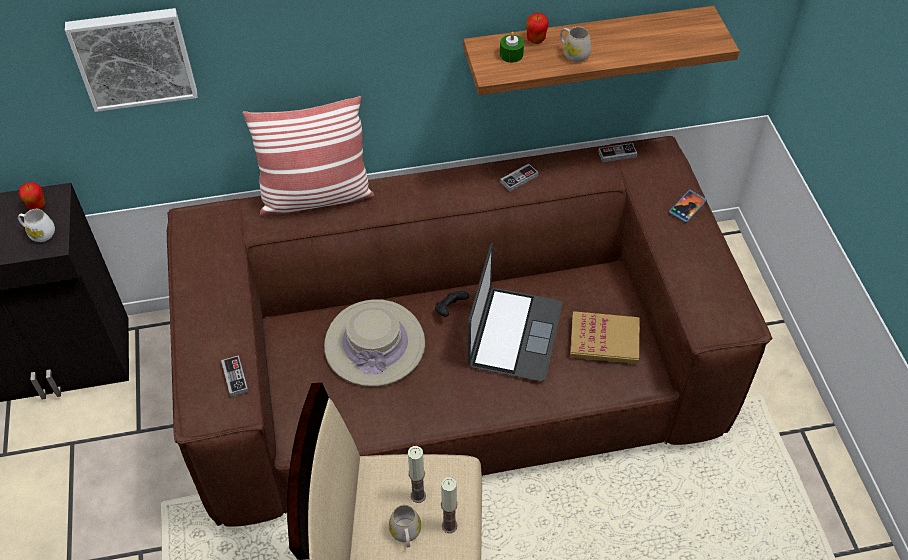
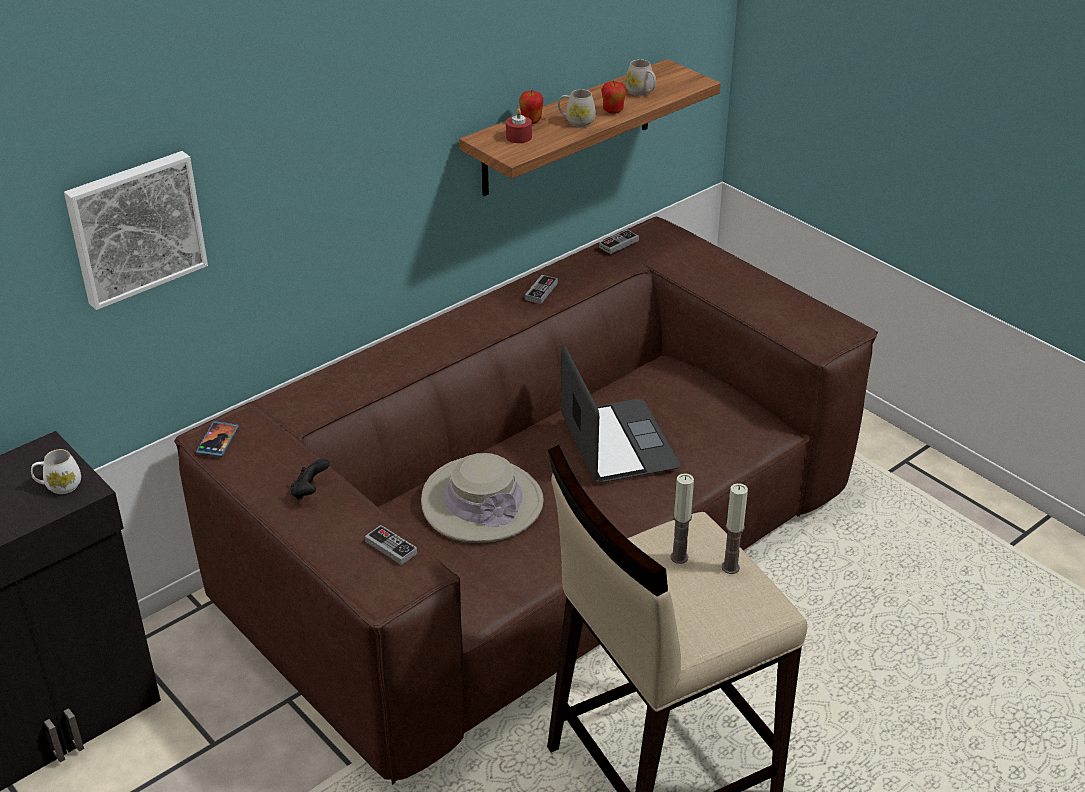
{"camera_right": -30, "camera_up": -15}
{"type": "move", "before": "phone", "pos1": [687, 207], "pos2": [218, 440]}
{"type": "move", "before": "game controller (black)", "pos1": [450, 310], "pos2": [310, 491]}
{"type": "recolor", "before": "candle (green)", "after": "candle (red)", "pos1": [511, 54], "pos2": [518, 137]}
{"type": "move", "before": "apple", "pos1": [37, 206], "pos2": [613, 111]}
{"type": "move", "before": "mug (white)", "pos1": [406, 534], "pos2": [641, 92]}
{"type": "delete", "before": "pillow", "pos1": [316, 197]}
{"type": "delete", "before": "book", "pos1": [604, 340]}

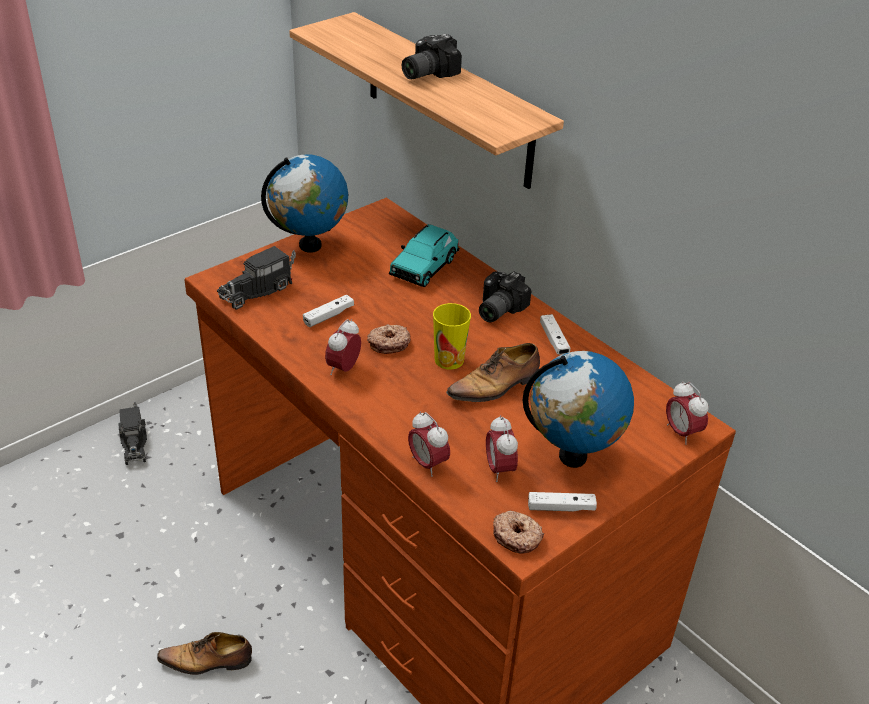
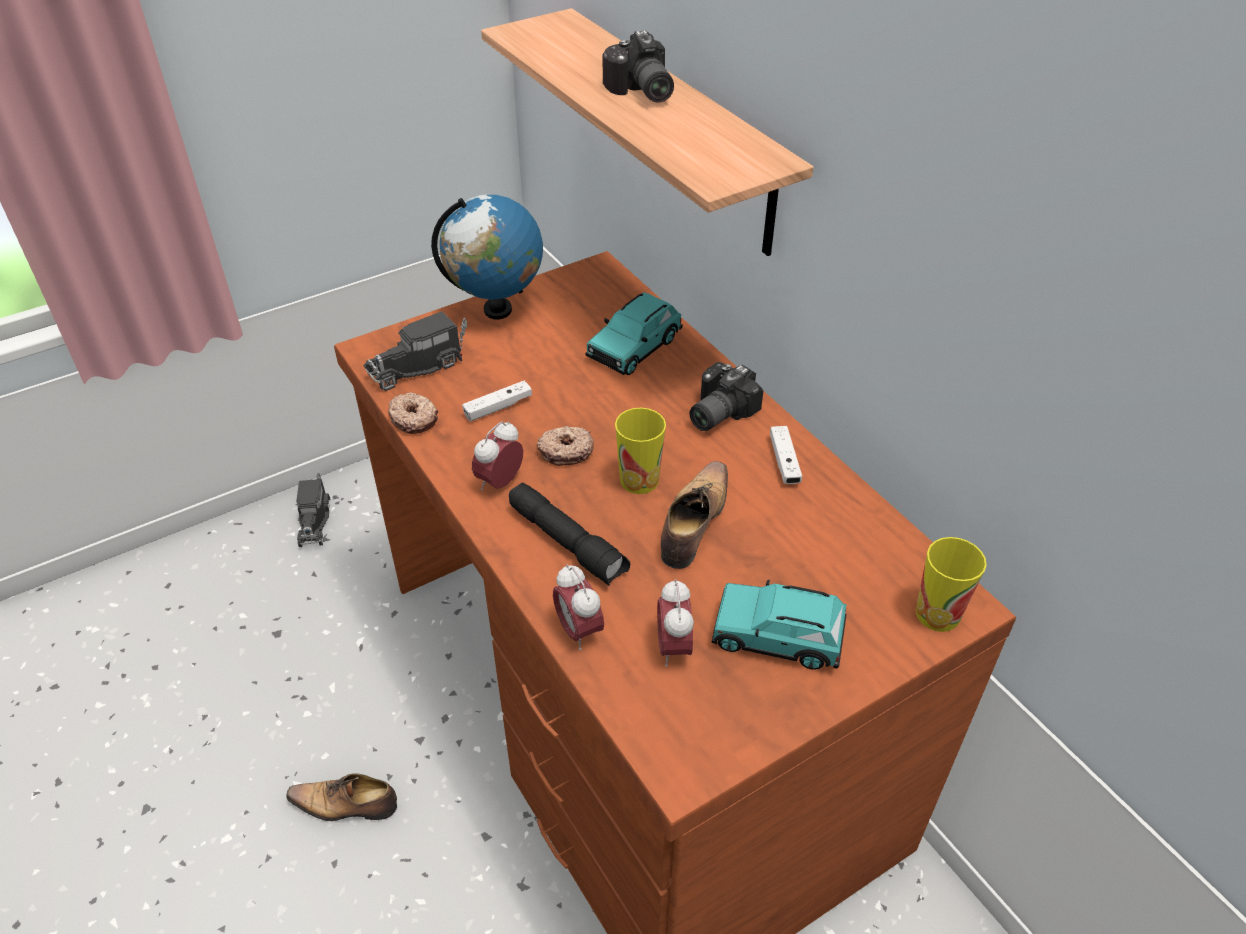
{"camera_right": 10, "camera_up": 5}
{"type": "move", "before": "donut", "pos1": [516, 536], "pos2": [414, 419]}
{"type": "insert", "after": "flashlight (black)", "pos2": [568, 542]}
{"type": "rotate", "before": "photo camera", "pos1": [425, 73], "pos2": [640, 92], "turn": -75}
{"type": "rotate", "before": "shoe", "pos1": [496, 386], "pos2": [693, 523], "turn": 135}
{"type": "replace", "before": "globe", "after": "toy car (turquoise)", "pos1": [572, 456], "pos2": [778, 636]}
{"type": "replace", "before": "alarm clock", "after": "cup", "pos1": [681, 432], "pos2": [937, 614]}
{"type": "delete", "before": "game controller (white)", "pos1": [561, 507]}

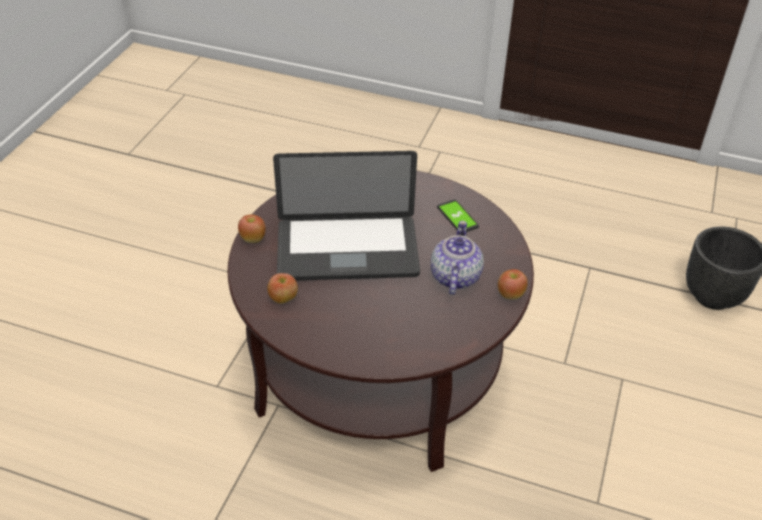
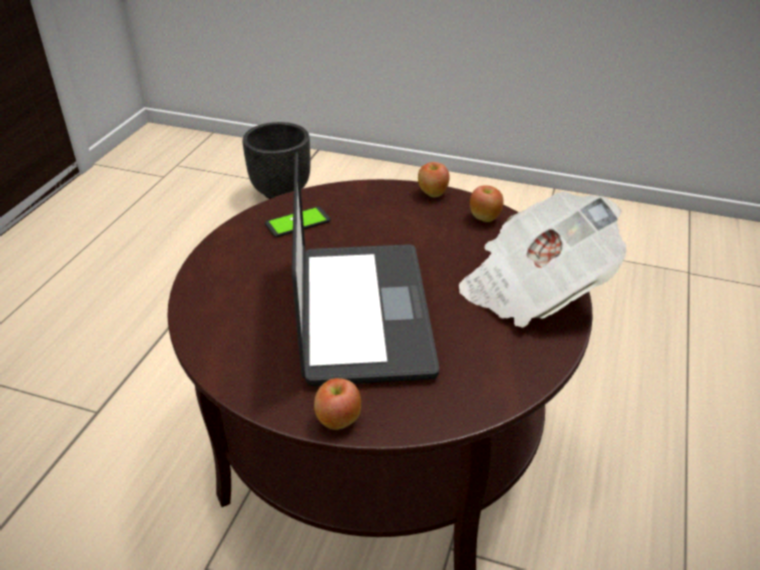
{"camera_right": -90, "camera_up": -5}
{"type": "insert", "after": "newspaper", "pos2": [534, 289]}
{"type": "move", "before": "apple", "pos1": [283, 299], "pos2": [485, 217]}
{"type": "delete", "before": "teapot", "pos1": [454, 277]}

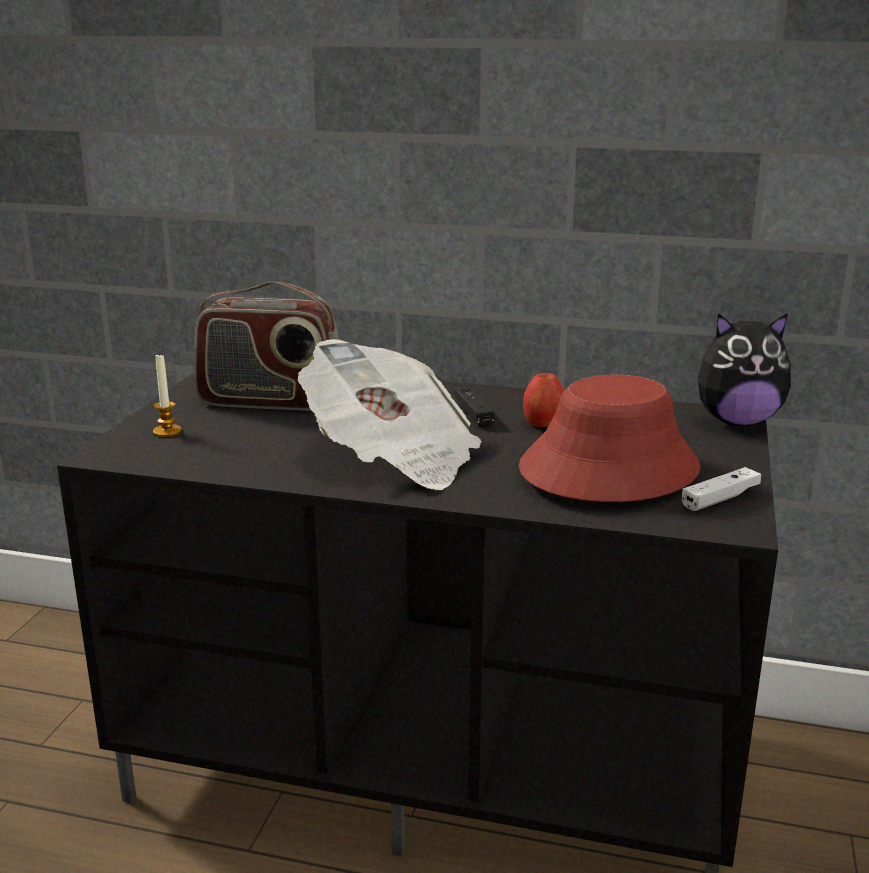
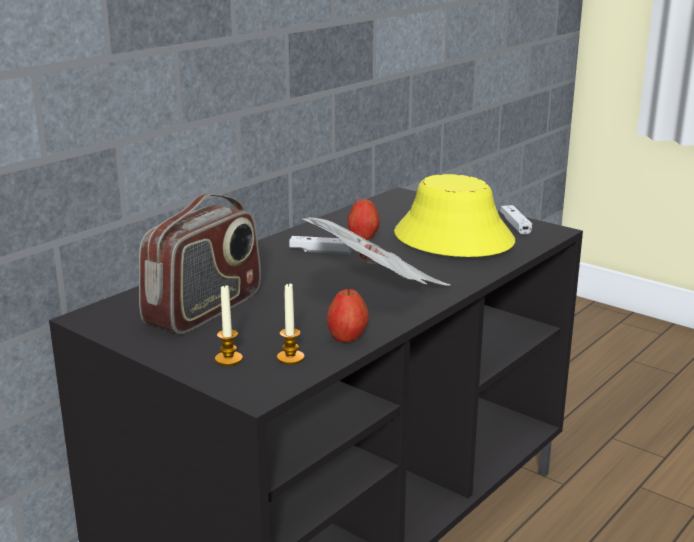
{"camera_right": -65, "camera_up": 0}
{"type": "insert", "after": "candle", "pos2": [290, 358]}
{"type": "recolor", "before": "game controller (black)", "after": "game controller (white)", "pos1": [473, 414], "pos2": [320, 251]}
{"type": "insert", "after": "apple", "pos2": [347, 338]}
{"type": "recolor", "before": "hat (red)", "after": "hat (yellow)", "pos1": [608, 468], "pos2": [452, 238]}
{"type": "delete", "before": "plush toy", "pos1": [737, 421]}

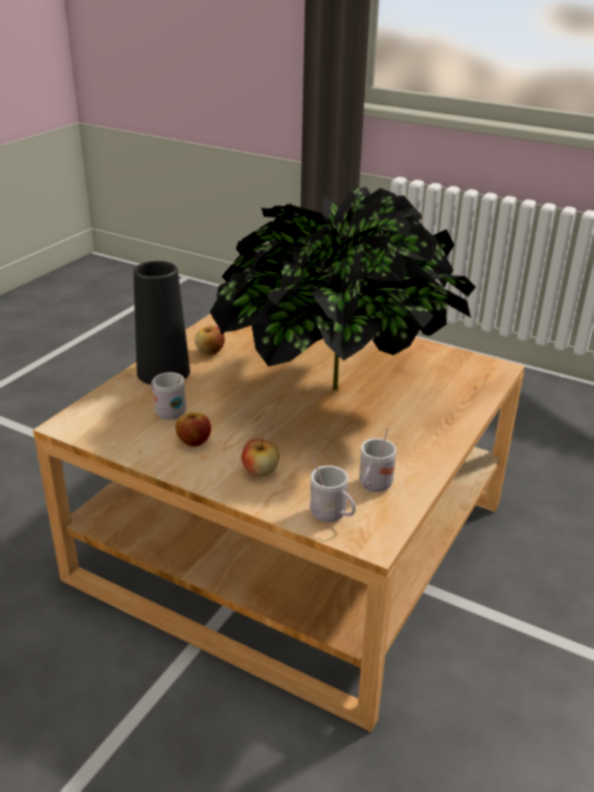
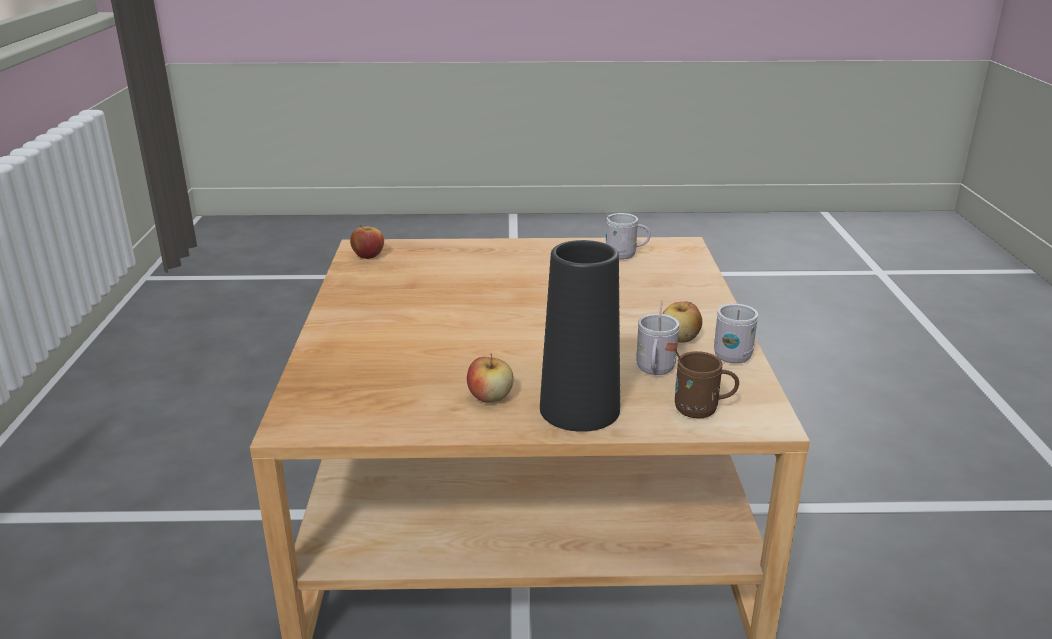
{"camera_right": -120, "camera_up": -5}
{"type": "move", "before": "apple", "pos1": [260, 471], "pos2": [368, 256]}
{"type": "insert", "after": "mug (brown)", "pos2": [702, 410]}
{"type": "move", "before": "mug (white)", "pos1": [332, 516], "pos2": [732, 354]}
{"type": "delete", "before": "potted plant", "pos1": [335, 392]}

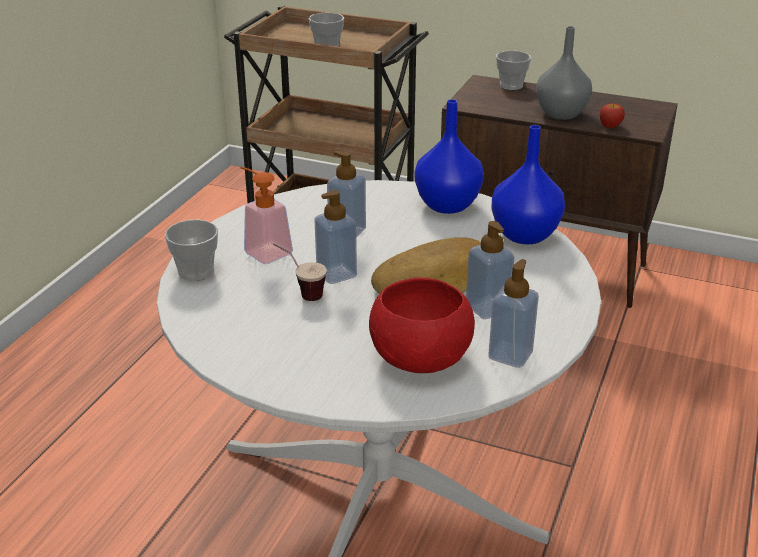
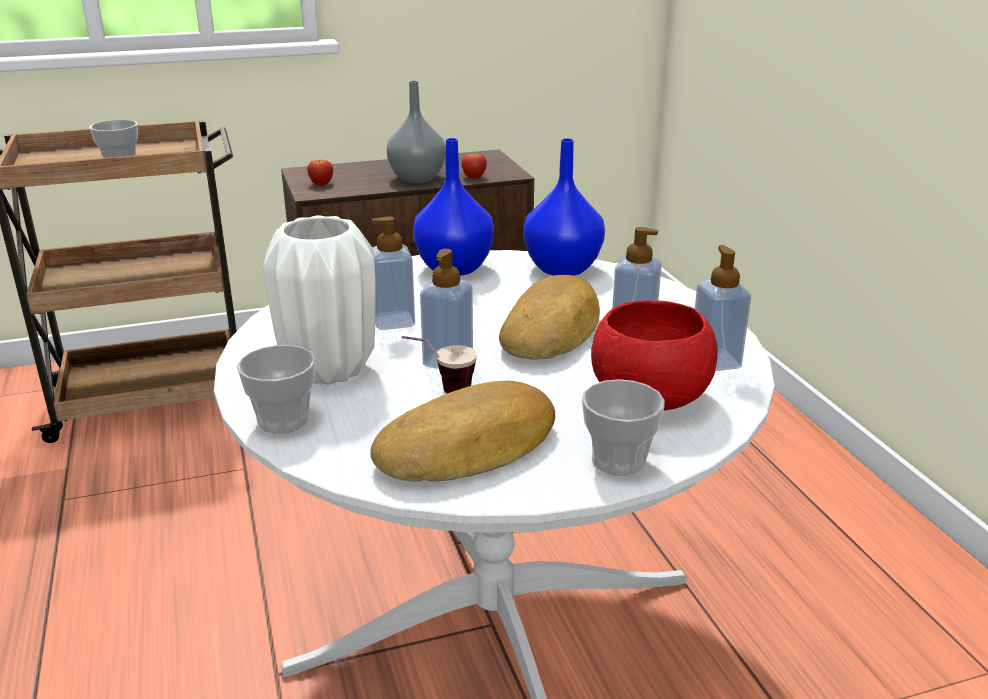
{"camera_right": -40, "camera_up": -5}
{"type": "replace", "before": "soap dispenser", "after": "vase (white)", "pos1": [263, 250], "pos2": [330, 370]}
{"type": "insert", "after": "apple", "pos2": [321, 184]}
{"type": "insert", "after": "bread", "pos2": [470, 447]}
{"type": "move", "before": "cup", "pos1": [511, 85], "pos2": [618, 460]}

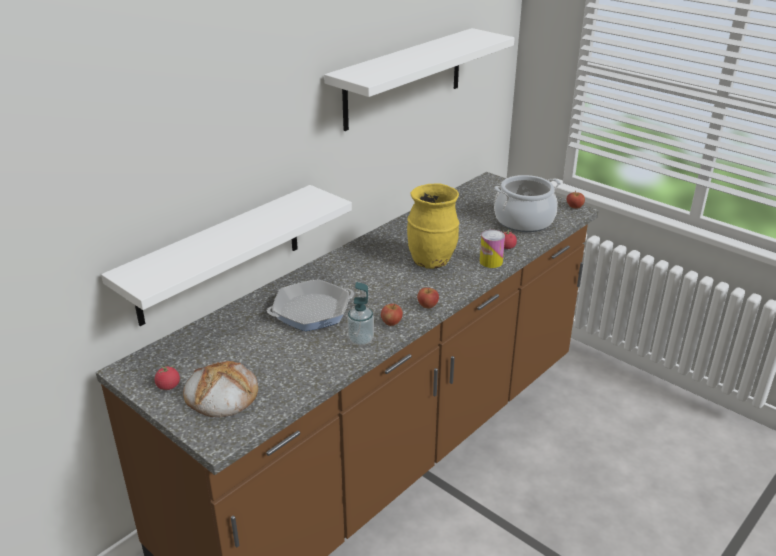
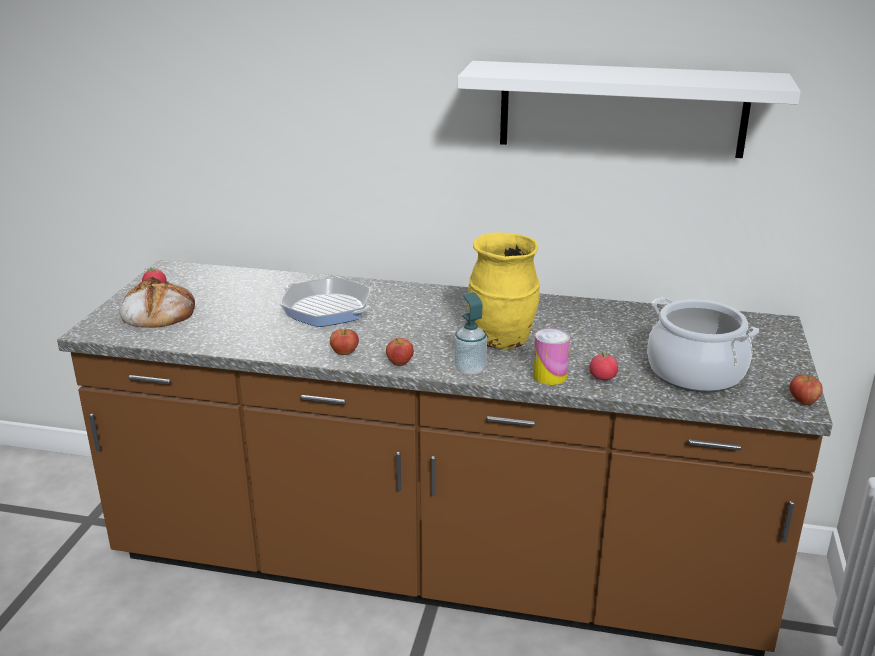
{"camera_right": 60, "camera_up": -5}
{"type": "move", "before": "soap dispenser", "pos1": [361, 340], "pos2": [470, 369]}
{"type": "delete", "before": "shelf (white)", "pos1": [219, 254]}

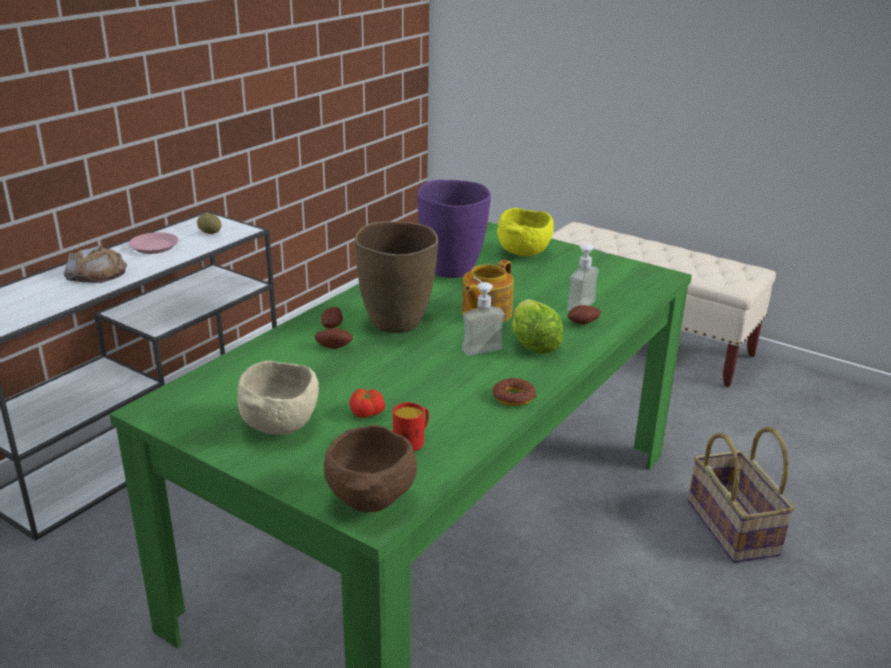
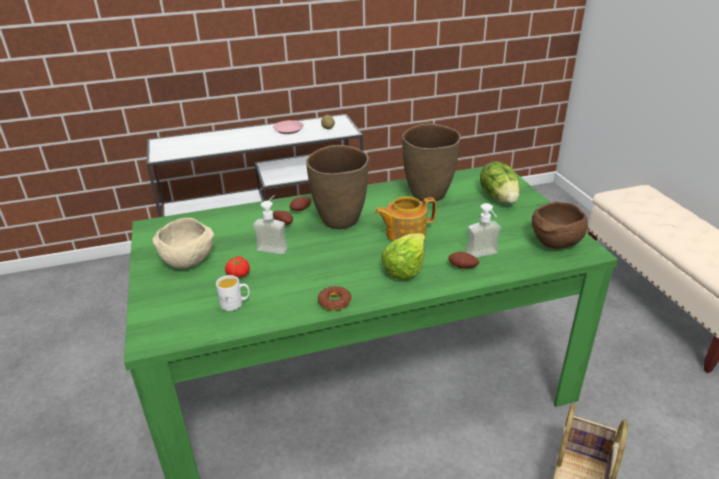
{"camera_right": 40, "camera_up": 5}
{"type": "recolor", "before": "mug (red)", "after": "mug (white)", "pos1": [412, 441], "pos2": [235, 304]}
{"type": "move", "before": "soap dispenser", "pos1": [478, 345], "pos2": [274, 246]}
{"type": "recolor", "before": "vase (purple)", "after": "vase (brown)", "pos1": [452, 270], "pos2": [428, 195]}
{"type": "replace", "before": "bowl (yellow)", "after": "lettuce", "pos1": [524, 252], "pos2": [499, 197]}
{"type": "move", "before": "bowl (brown)", "pos1": [371, 501], "pos2": [555, 244]}
{"type": "delete", "before": "bread", "pos1": [96, 273]}

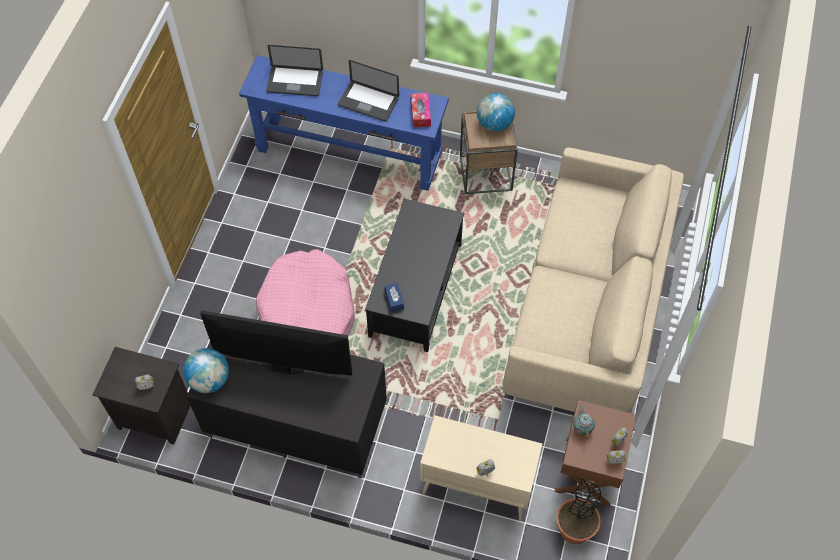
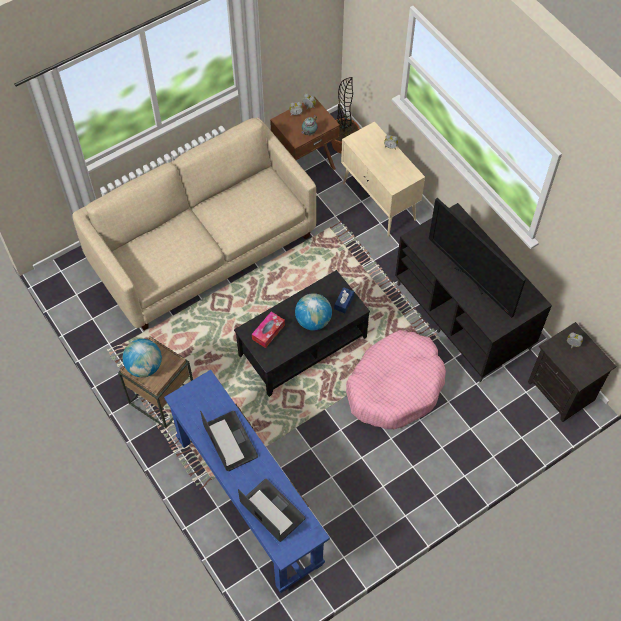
{"camera_right": -140, "camera_up": 0}
{"type": "move", "before": "tissue box", "pos1": [420, 113], "pos2": [268, 332]}
{"type": "move", "before": "globe", "pos1": [210, 380], "pos2": [313, 321]}

